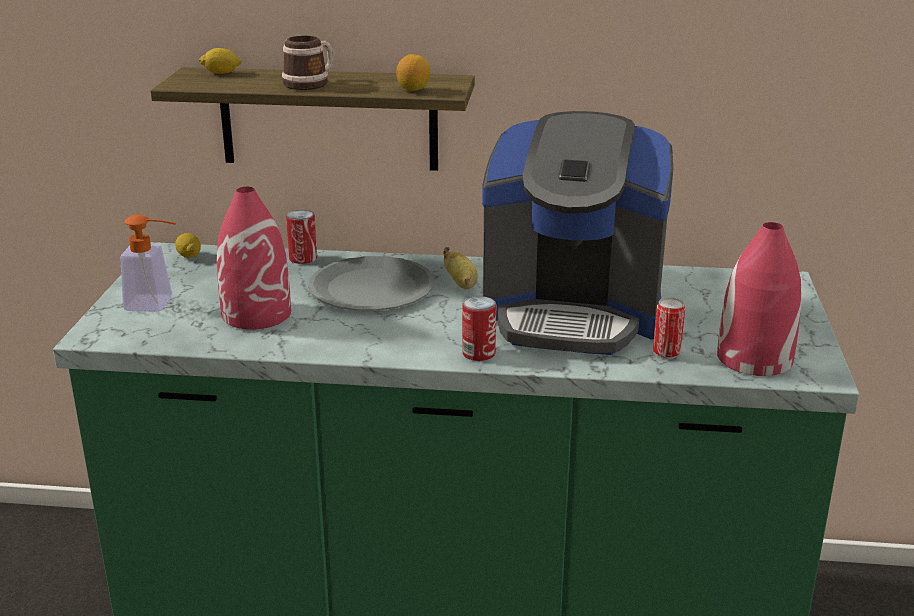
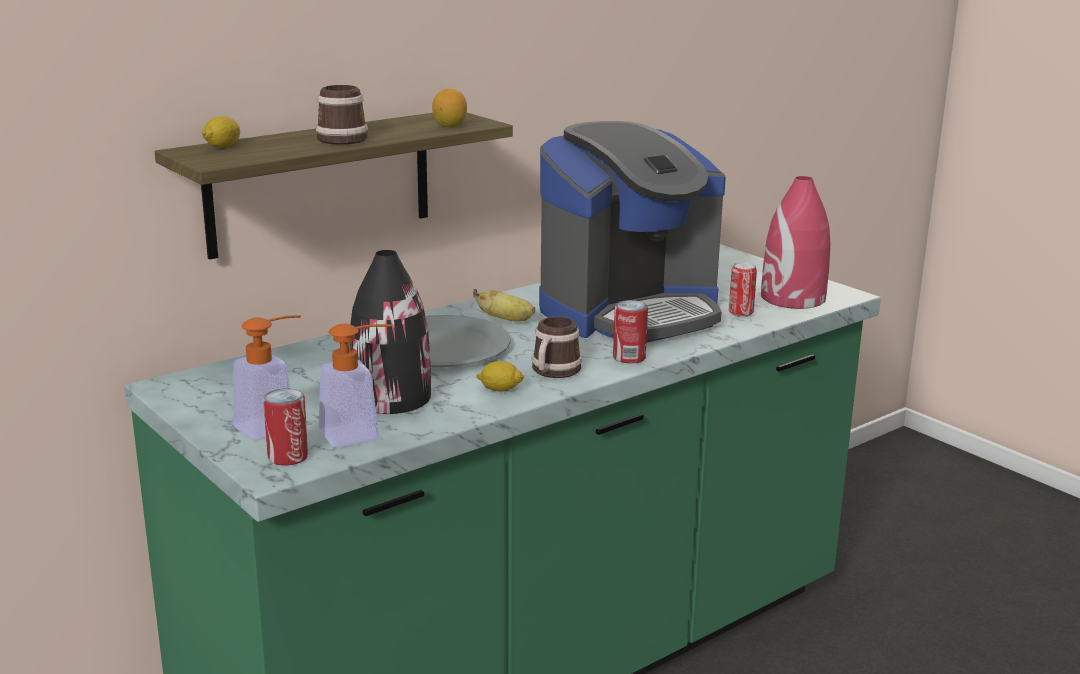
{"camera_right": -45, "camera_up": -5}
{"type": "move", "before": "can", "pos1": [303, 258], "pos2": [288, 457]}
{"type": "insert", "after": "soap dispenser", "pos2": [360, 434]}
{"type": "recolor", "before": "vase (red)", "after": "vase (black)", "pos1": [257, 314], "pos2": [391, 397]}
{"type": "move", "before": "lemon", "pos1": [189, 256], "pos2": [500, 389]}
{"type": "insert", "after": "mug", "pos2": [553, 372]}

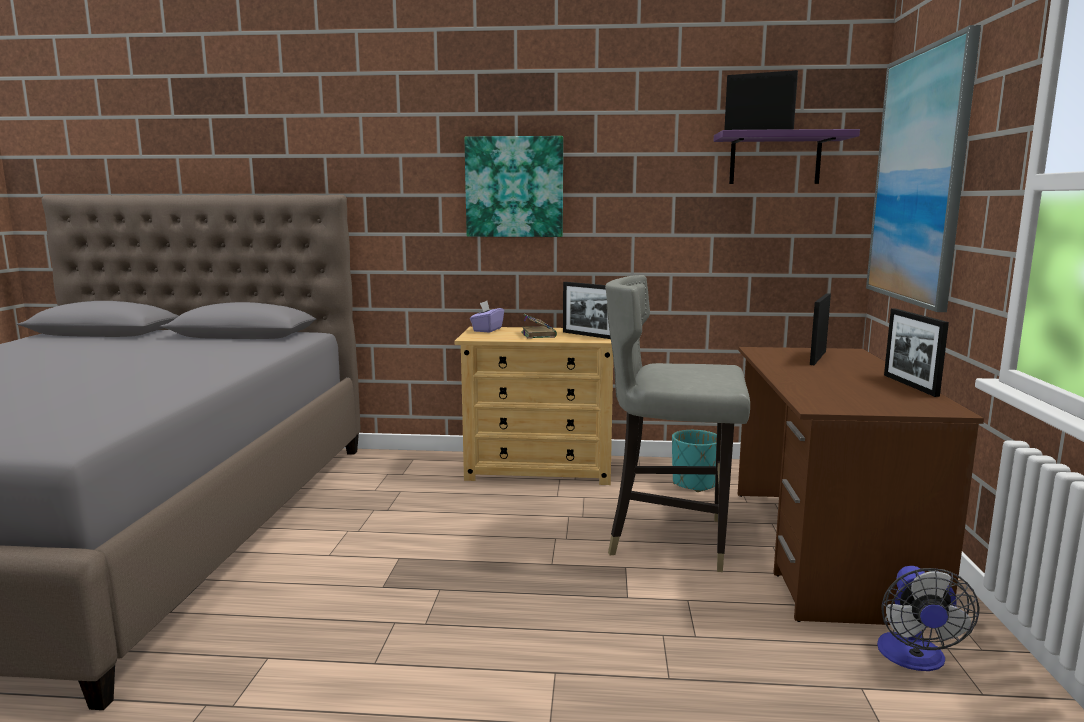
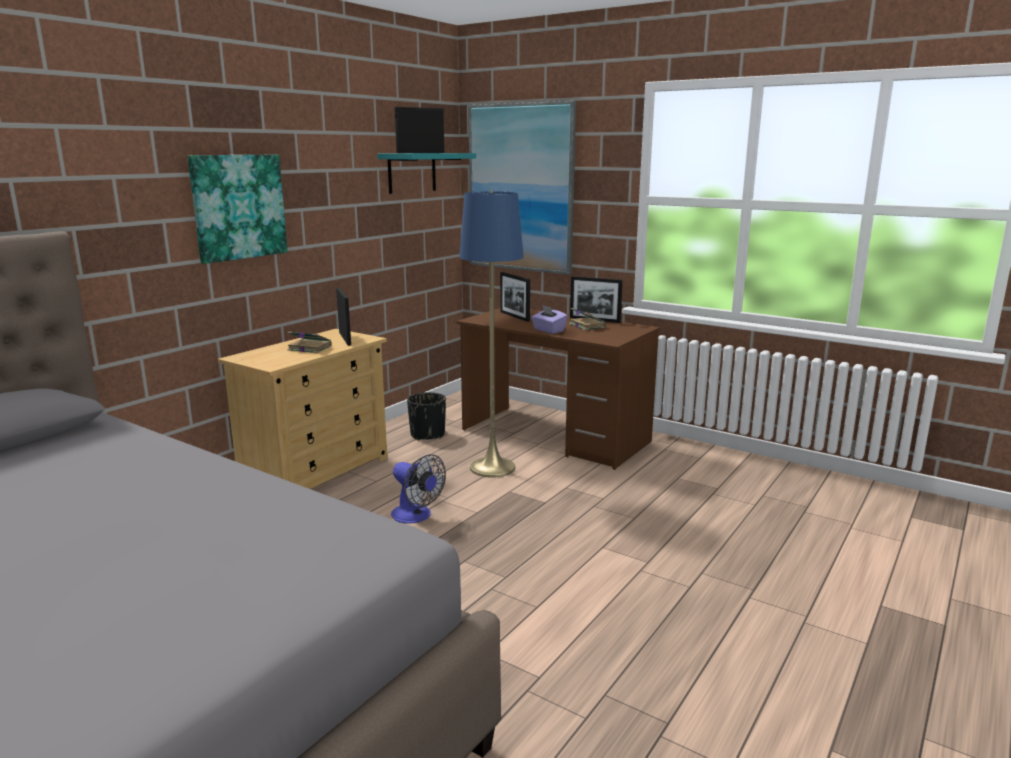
{"camera_right": -60, "camera_up": 5}
{"type": "rotate", "before": "picture frame", "pos1": [589, 335], "pos2": [345, 338], "turn": -90}
{"type": "recolor", "before": "shelf (purple)", "after": "shelf (turquoise)", "pos1": [775, 159], "pos2": [412, 172]}
{"type": "move", "before": "fan", "pos1": [914, 659], "pos2": [416, 516]}
{"type": "recolor", "before": "planter (turquoise)", "after": "planter (black)", "pos1": [695, 484], "pos2": [428, 435]}
{"type": "replace", "before": "chair (grey)", "after": "floor lamp (blue)", "pos1": [670, 539], "pos2": [492, 467]}
{"type": "move", "before": "tissue box (purple)", "pos1": [487, 330], "pos2": [548, 330]}
{"type": "insert", "after": "book", "pos2": [586, 325]}

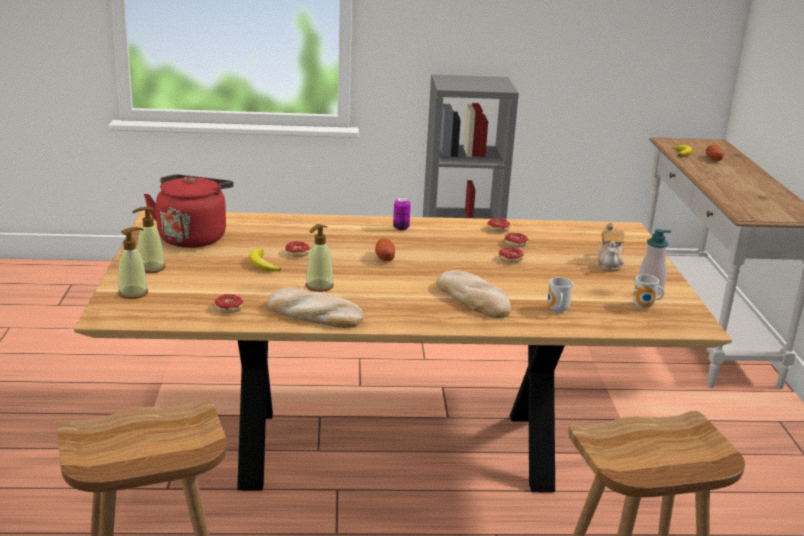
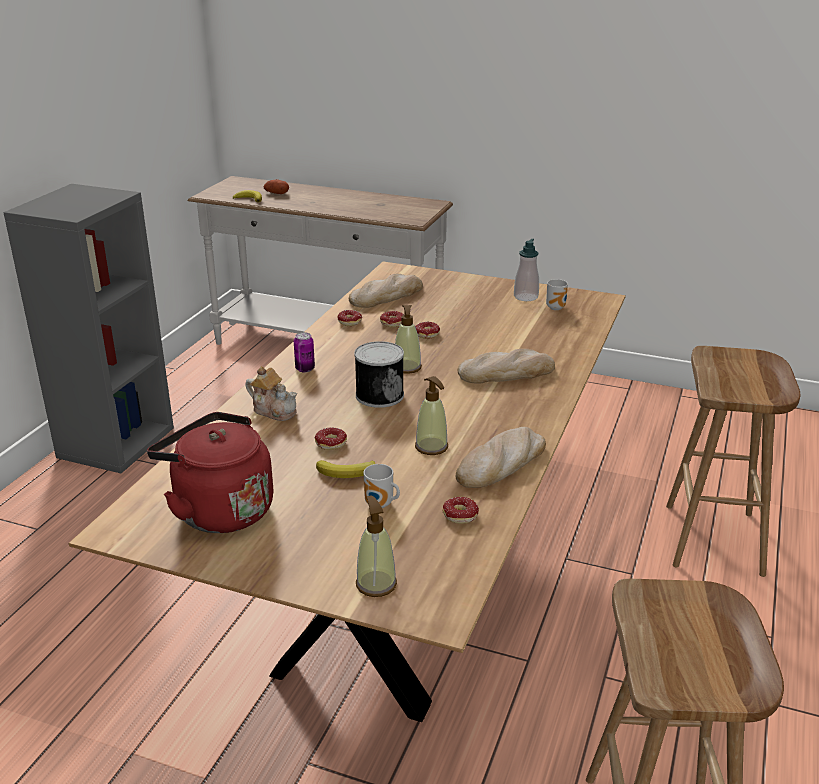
{"camera_right": -65, "camera_up": 5}
{"type": "move", "before": "teapot", "pos1": [609, 263], "pos2": [274, 410]}
{"type": "insert", "after": "bread", "pos2": [386, 295]}
{"type": "replace", "before": "potato", "after": "can", "pos1": [384, 257], "pos2": [379, 395]}
{"type": "move", "before": "mug", "pos1": [556, 310], "pos2": [380, 505]}
{"type": "move", "before": "soap dispenser", "pos1": [150, 268], "pos2": [407, 367]}

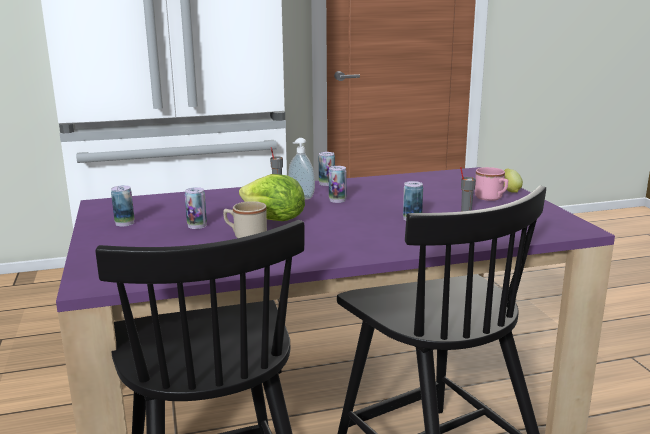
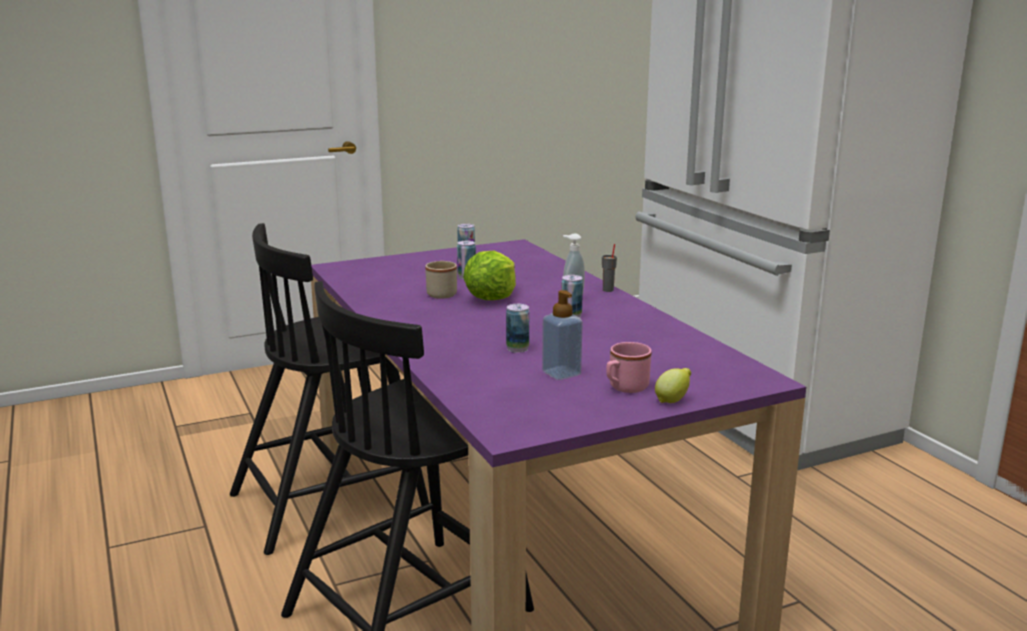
{"camera_right": 80, "camera_up": 0}
{"type": "replace", "before": "cup (grey)", "after": "soap dispenser", "pos1": [466, 210], "pos2": [561, 373]}
{"type": "delete", "before": "can", "pos1": [326, 183]}

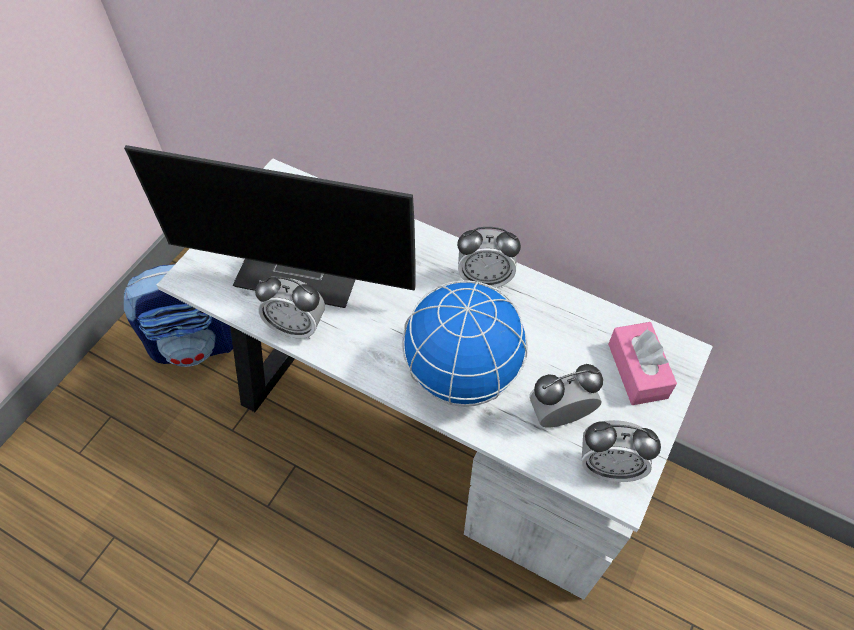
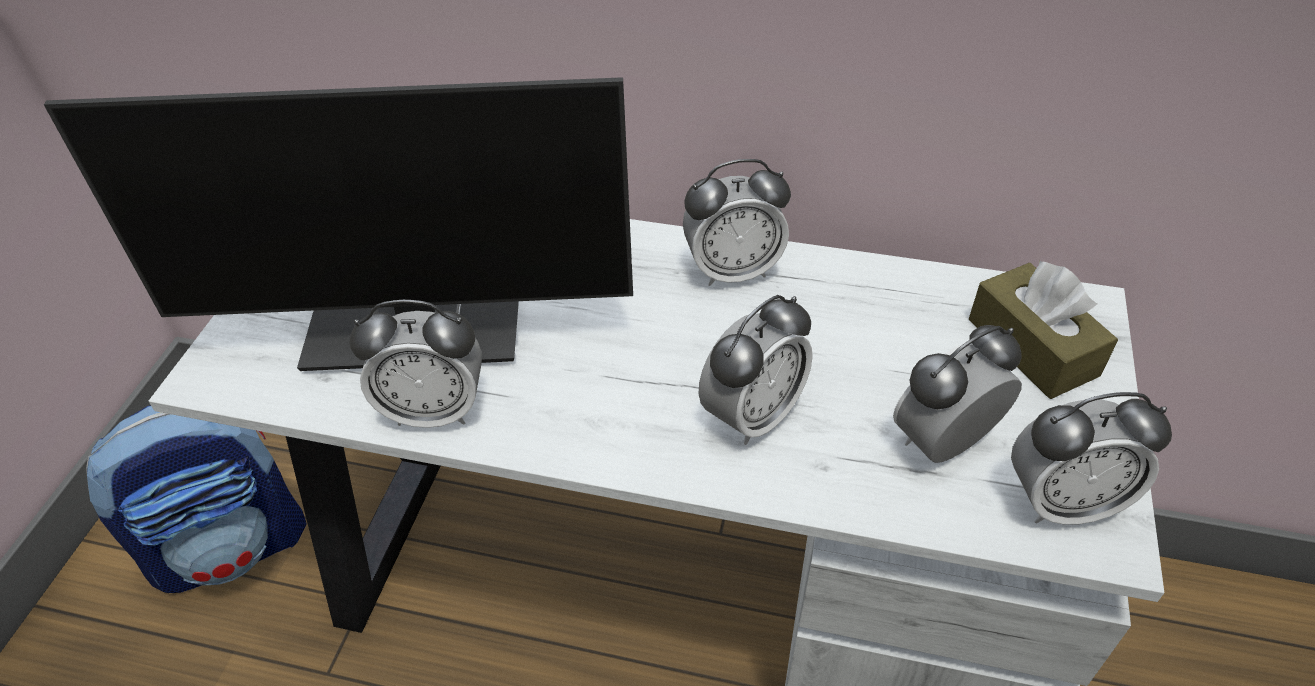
{"camera_right": -15, "camera_up": -10}
{"type": "replace", "before": "globe", "after": "alarm clock", "pos1": [462, 372], "pos2": [752, 415]}
{"type": "recolor", "before": "tissue box (pink)", "after": "tissue box (brown)", "pos1": [637, 370], "pos2": [1032, 347]}

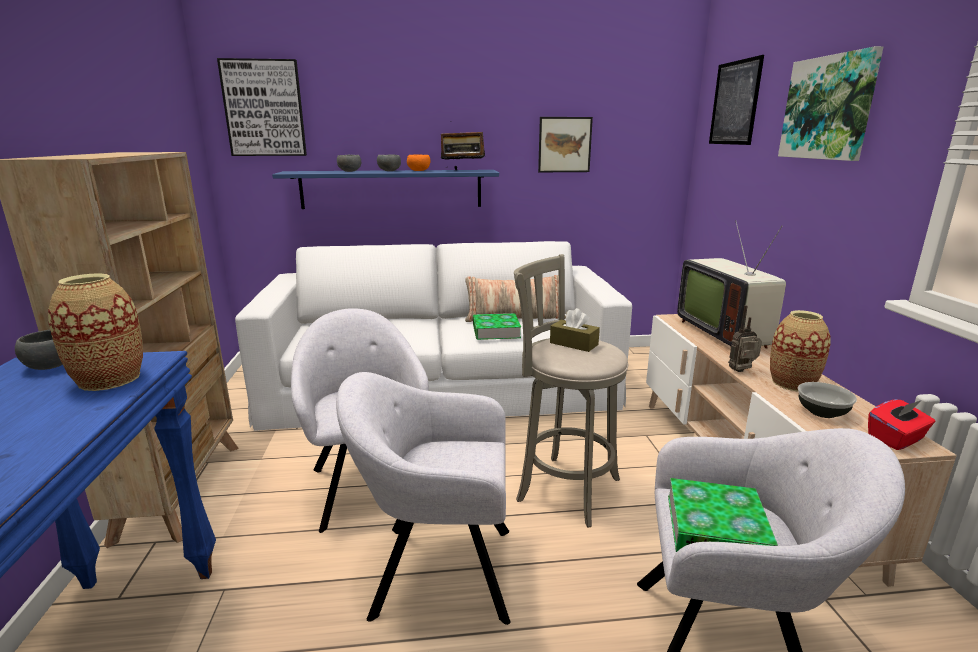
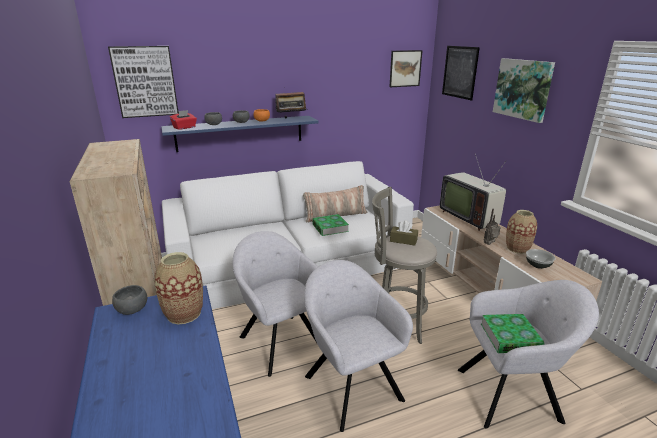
{"camera_right": -15, "camera_up": 5}
{"type": "move", "before": "tissue box (red)", "pos1": [896, 439], "pos2": [184, 127]}
{"type": "rotate", "before": "armchair (grey)", "pos1": [437, 570], "pos2": [350, 385], "turn": 75}
{"type": "move", "before": "picture", "pos1": [564, 144], "pos2": [405, 68]}

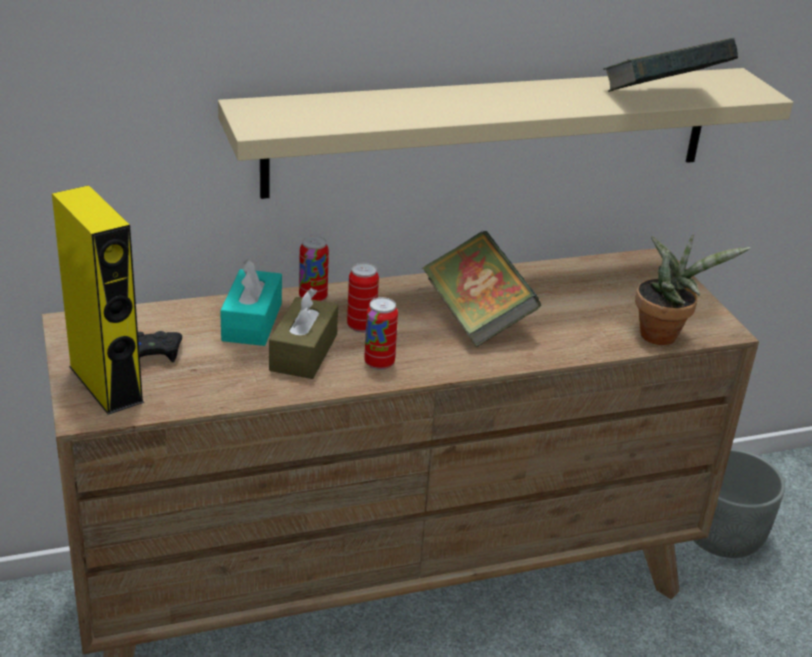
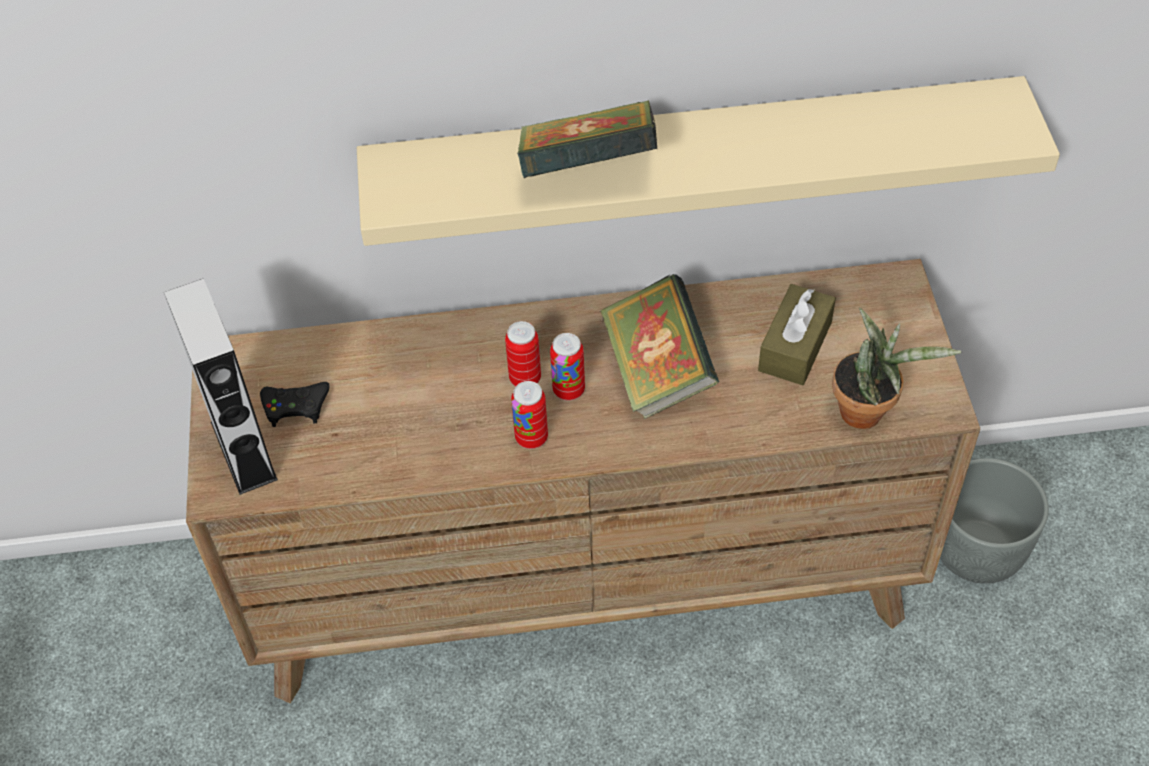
{"camera_right": 15, "camera_up": 20}
{"type": "recolor", "before": "speaker (yellow)", "after": "speaker (grey)", "pos1": [106, 384], "pos2": [243, 450]}
{"type": "move", "before": "book", "pos1": [662, 99], "pos2": [588, 171]}
{"type": "move", "before": "can", "pos1": [313, 298], "pos2": [568, 390]}
{"type": "move", "before": "tissue box (brown)", "pos1": [303, 352], "pos2": [795, 346]}
{"type": "delete", "before": "tissue box (turquoise)", "pos1": [252, 322]}

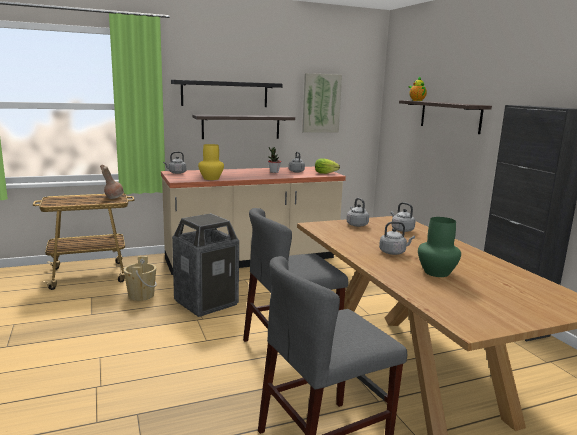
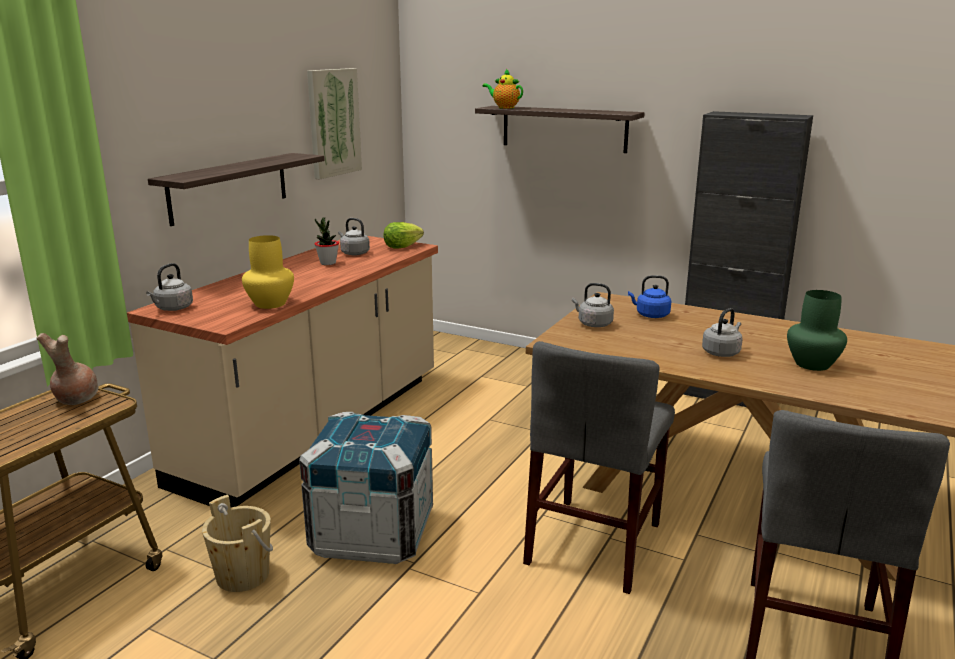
{"camera_right": -40, "camera_up": 5}
{"type": "replace", "before": "trash can", "after": "crate", "pos1": [206, 302], "pos2": [372, 533]}
{"type": "recolor", "before": "kettle (grey)", "after": "kettle (blue)", "pos1": [401, 230], "pos2": [650, 315]}
{"type": "delete", "before": "shelf (black)", "pos1": [225, 94]}

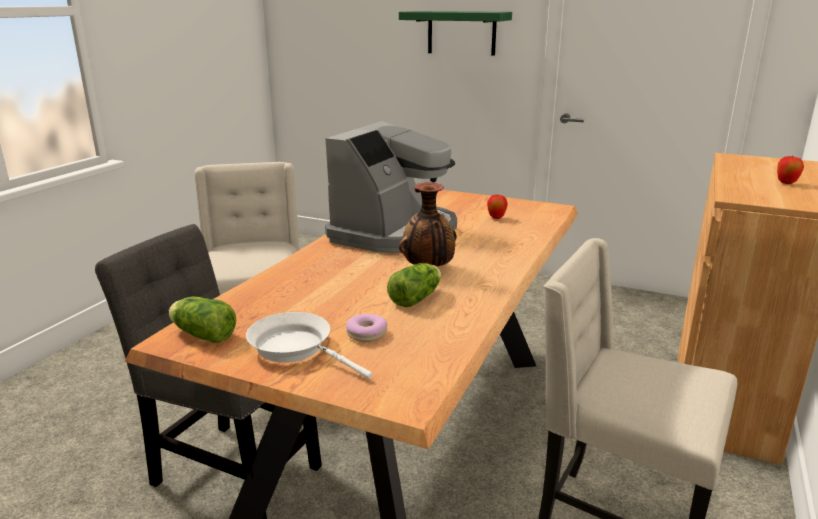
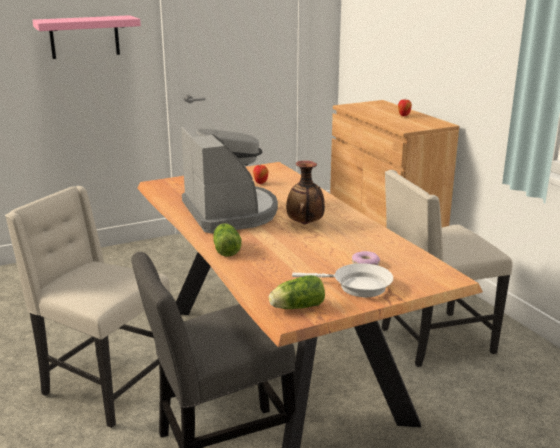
{"camera_right": -50, "camera_up": 0}
{"type": "recolor", "before": "shelf (green)", "after": "shelf (pink)", "pos1": [461, 33], "pos2": [84, 37]}
{"type": "move", "before": "lettuce", "pos1": [417, 298], "pos2": [226, 249]}
{"type": "rotate", "before": "frying pan (white)", "pos1": [296, 349], "pos2": [357, 286], "turn": -150}

